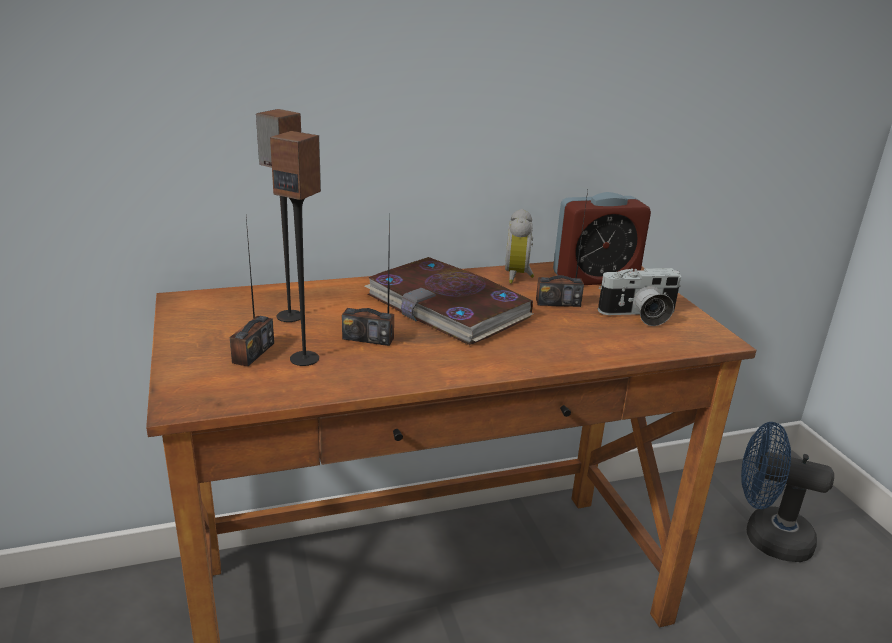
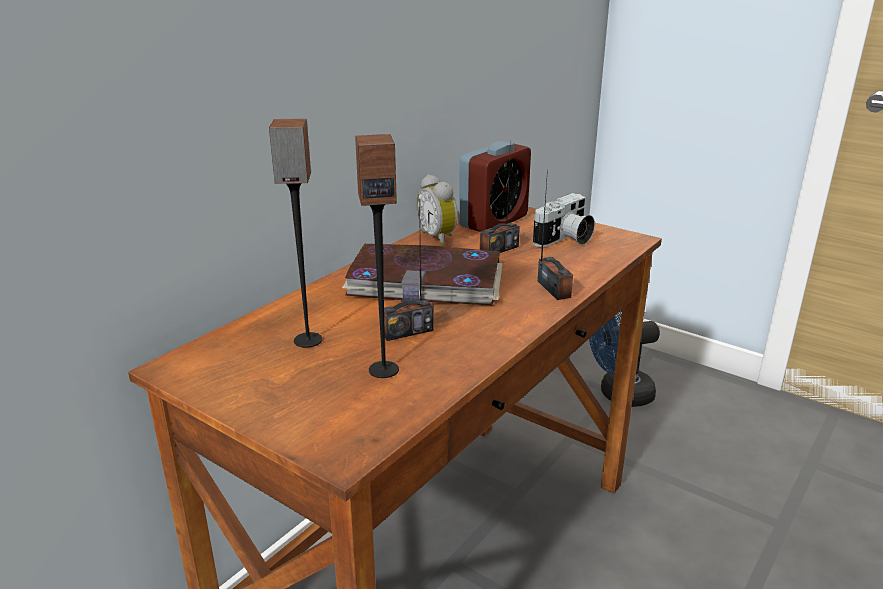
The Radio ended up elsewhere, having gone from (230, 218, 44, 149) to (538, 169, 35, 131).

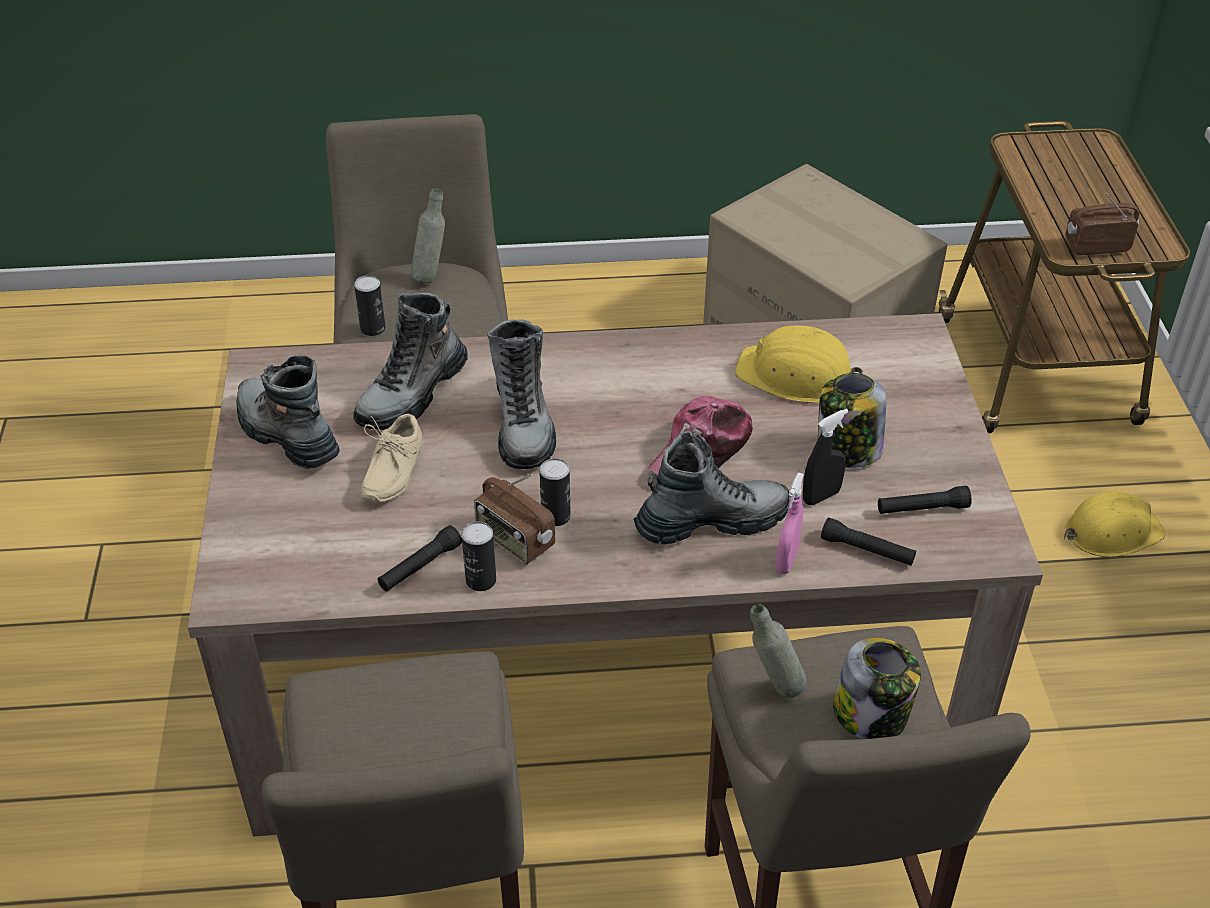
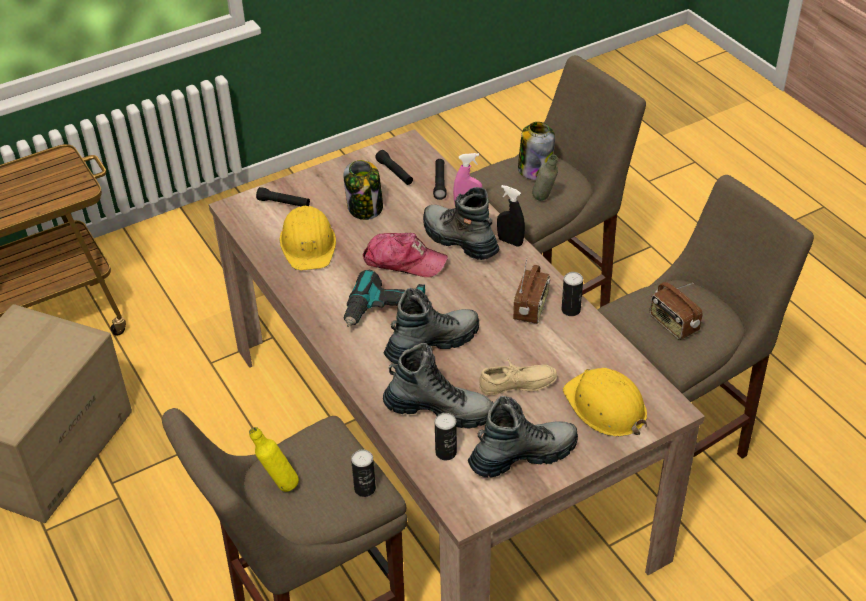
The second view gained the Bohrmaschine at (344, 270, 81, 57).
The Taschenlampe/schwarz ended up elsewhere, having gone from (378, 525, 84, 67) to (256, 187, 54, 20).
The Dose ended up elsewhere, having gone from (539, 458, 32, 68) to (435, 413, 22, 47).
The Sprühflasche/schwarz ended up elsewhere, having gone from (803, 409, 45, 96) to (497, 185, 28, 61).
The Schutzhelm/gelb ended up elsewhere, having gone from (1064, 492, 101, 65) to (563, 368, 84, 68).
The Radio ended up elsewhere, having gone from (1065, 193, 74, 62) to (650, 282, 53, 58).
What was the Flasche/grau at (411, 188, 34, 95) turned into the Flasche/gelb at (249, 427, 50, 65).
The Stiefel at (237, 355, 103, 114) ended up facing another way, 135 degrees counterclockwise from before.

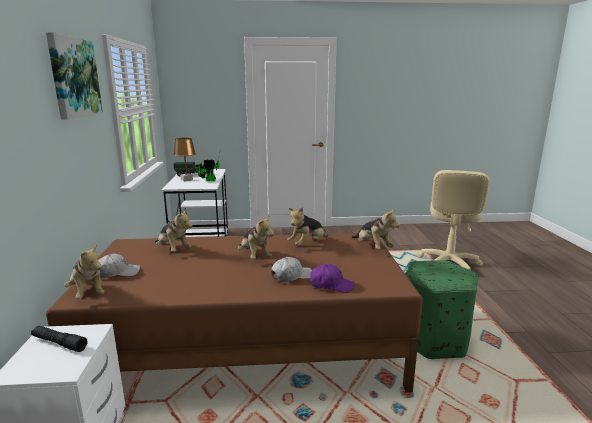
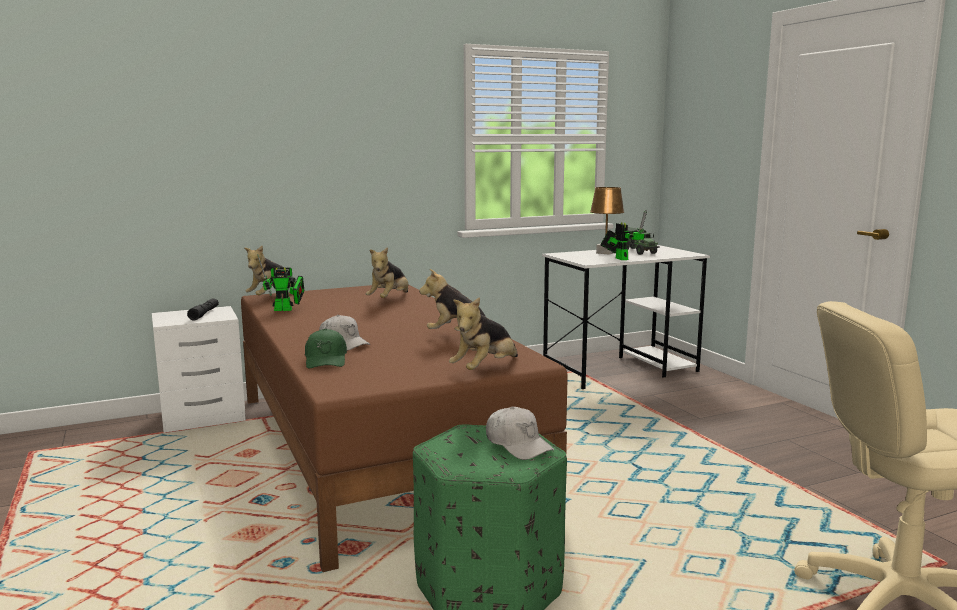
The second view lost the Bild at (46, 32, 57, 87).
The second view lost the Plüschtier at (238, 215, 36, 44).
The second view gained the Spielzeugroboter at (257, 254, 47, 57).
The Kappe/weiß ended up elsewhere, having gone from (98, 254, 42, 24) to (486, 407, 68, 53).
What was the Kappe/lila at (310, 264, 45, 29) turned into the Kappe/grün at (305, 328, 42, 41).

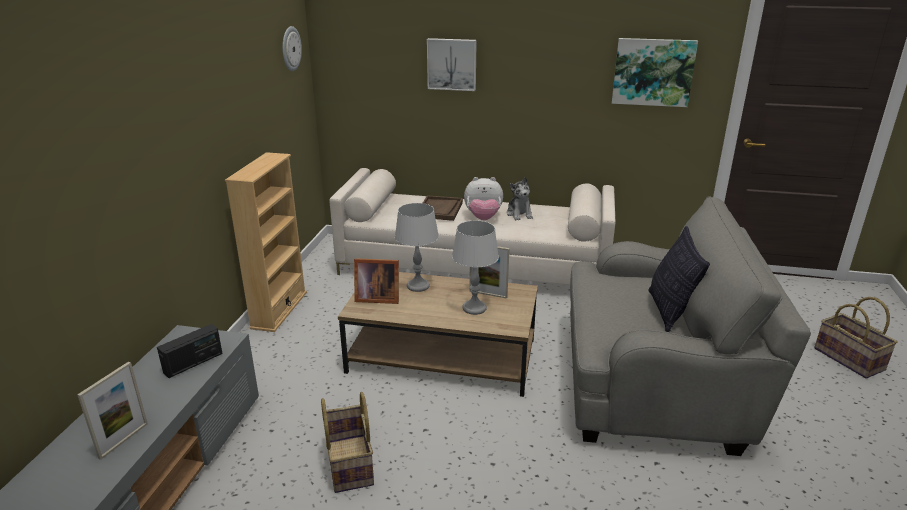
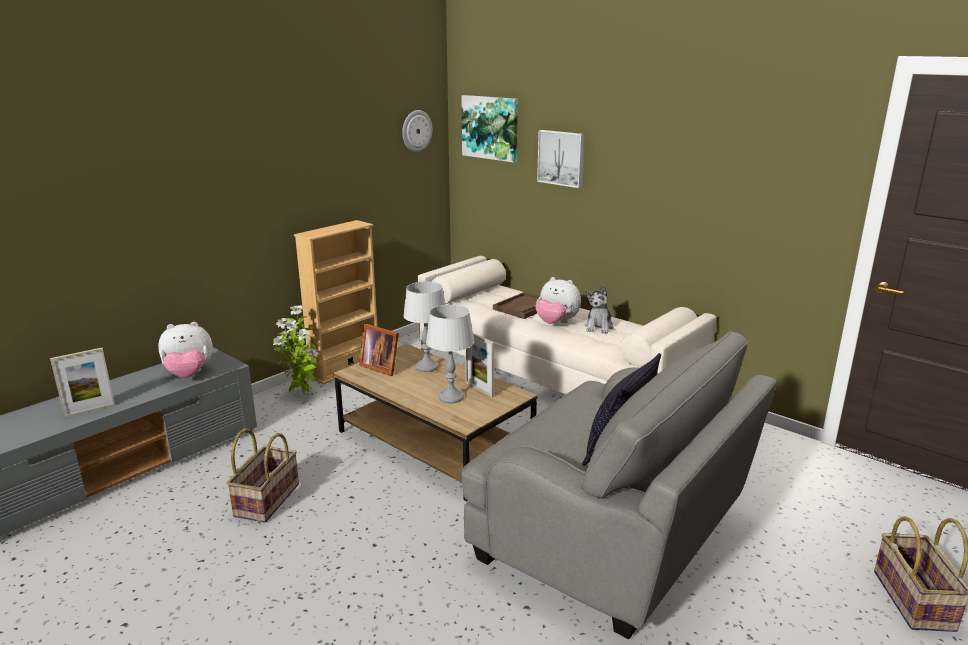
The second view gained the Topfpflanze at (273, 305, 46, 89).
The Bild ended up elsewhere, having gone from (612, 38, 86, 69) to (462, 95, 56, 67).
Where the Radio stood at (157, 324, 66, 54), the Plüschtier came to stand at (158, 322, 55, 56).

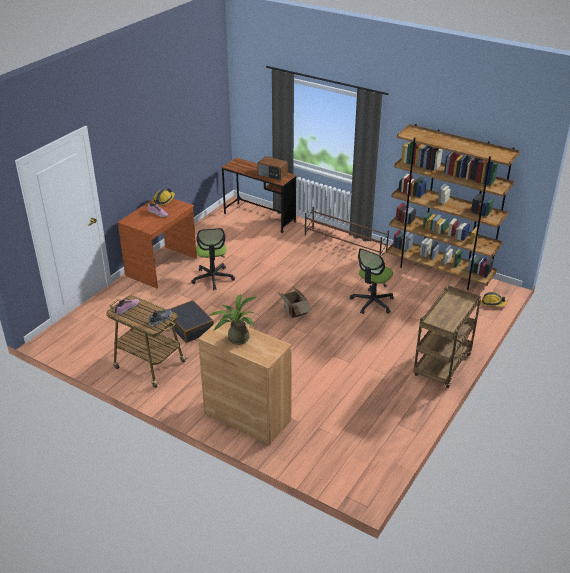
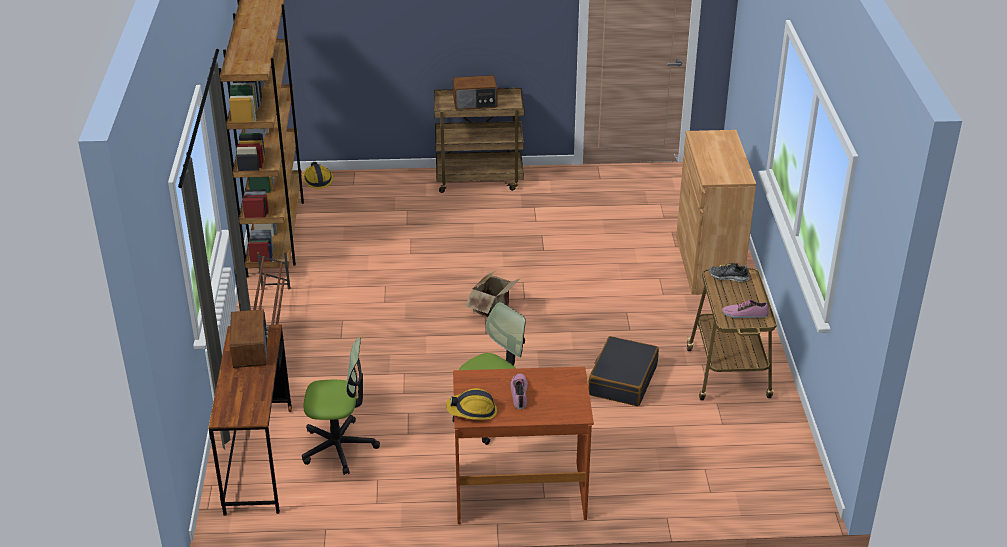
The second view lost the Topfpflanze at (207, 294, 50, 51).
The second view gained the Radio at (453, 75, 44, 35).
The Bürostuhl ended up elsewhere, having gone from (350, 248, 44, 66) to (302, 337, 78, 138).

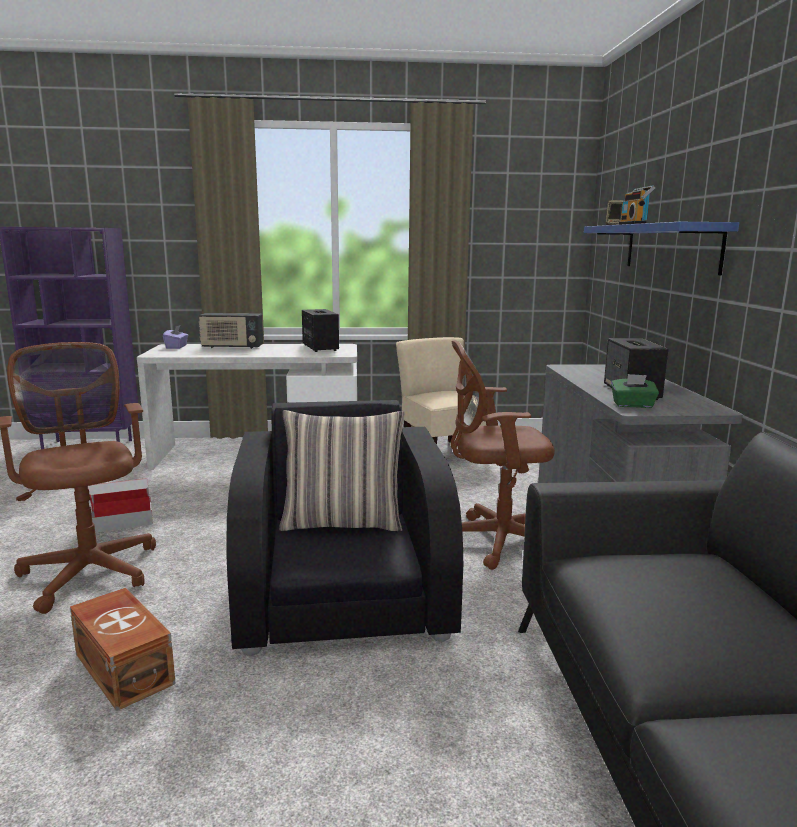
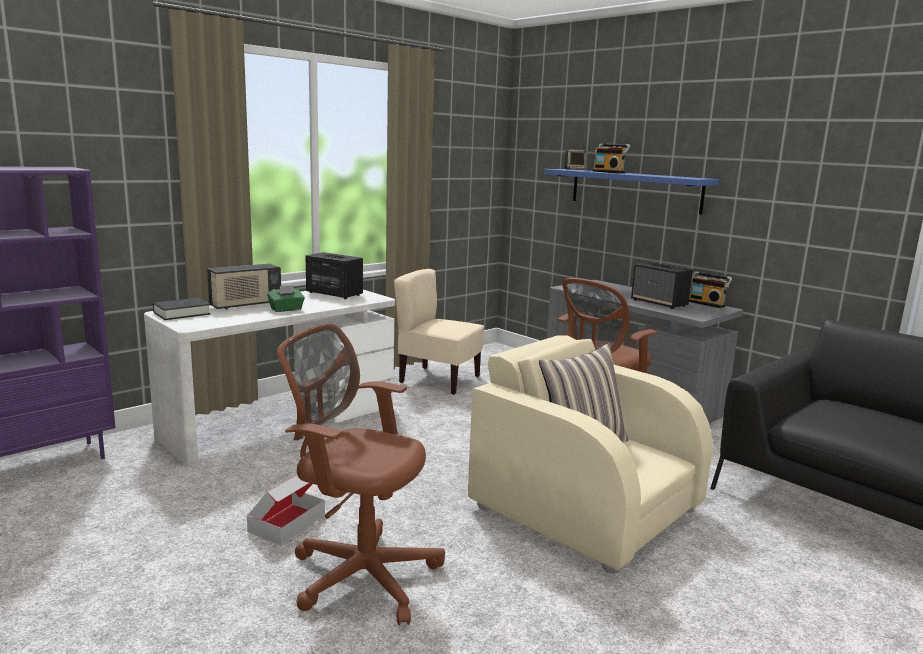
The second view lost the Aufbewahrungsbox/braun at (70, 588, 106, 123).
The second view gained the Radio at (689, 271, 43, 37).
The Taschentuchbox/grün ended up elsewhere, having gone from (611, 374, 48, 34) to (267, 285, 38, 27).
Where the Taschentuchbox/lila stood at (163, 325, 25, 24), the Buch/schwarz came to stand at (153, 298, 57, 22).
What was the Sessel/schwarz at (227, 400, 236, 256) turned into the Sessel/beige at (468, 335, 245, 238).

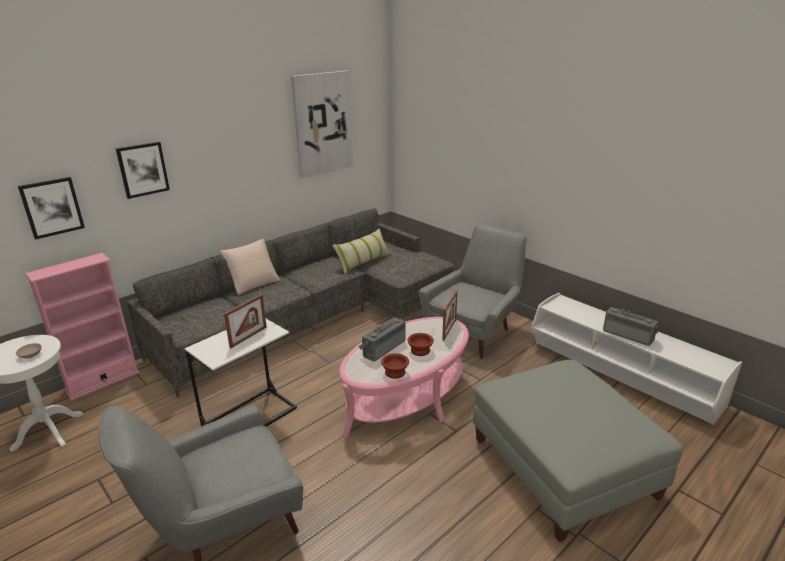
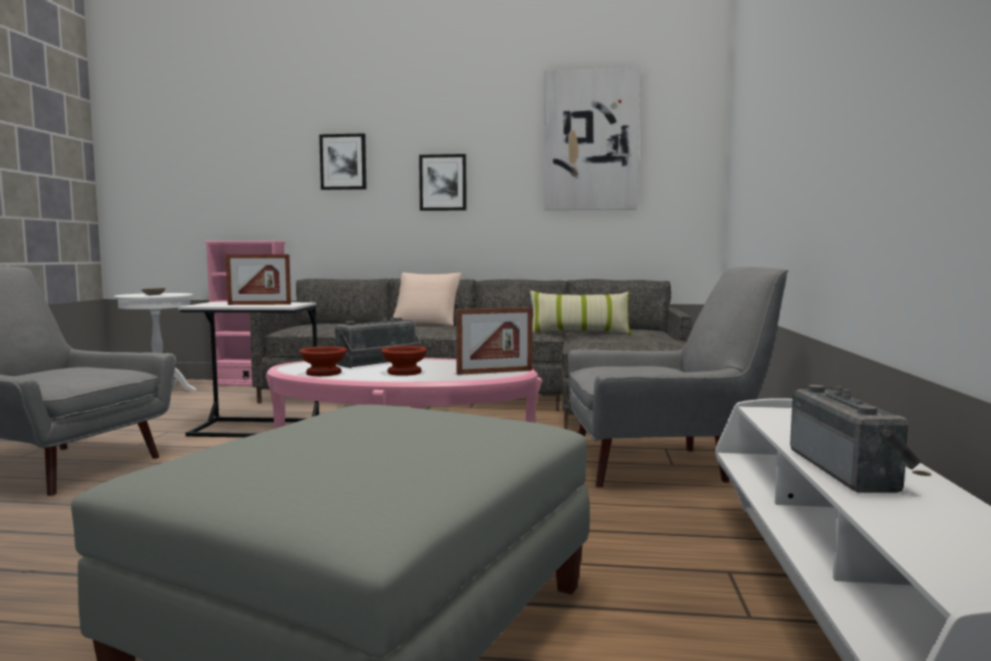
The Bild ended up elsewhere, having gone from (18, 177, 67, 63) to (419, 154, 48, 57).
The Radio at (359, 317, 47, 44) ended up facing another way, 135 degrees clockwise from before.

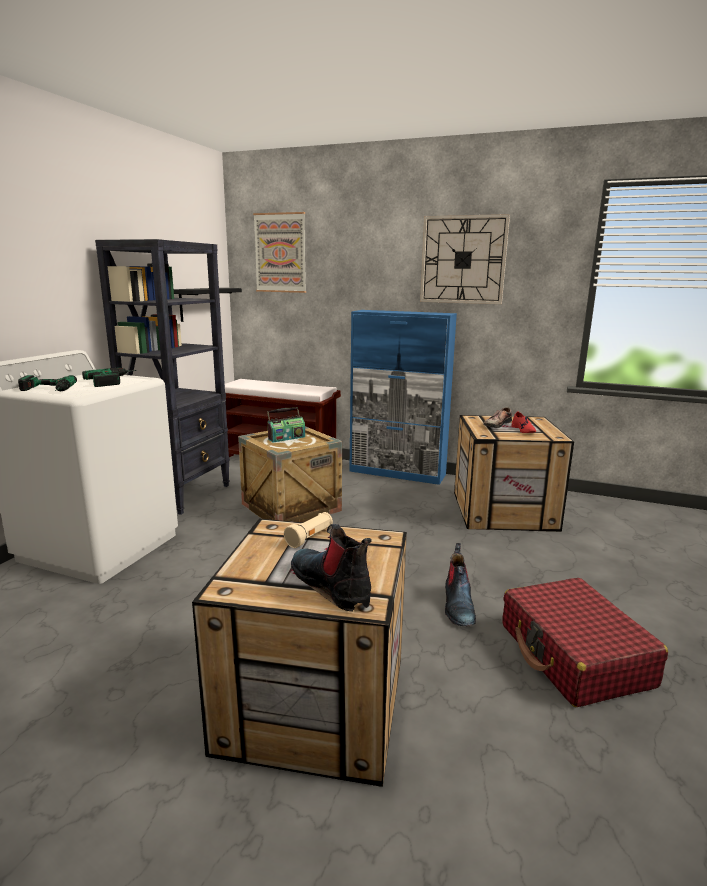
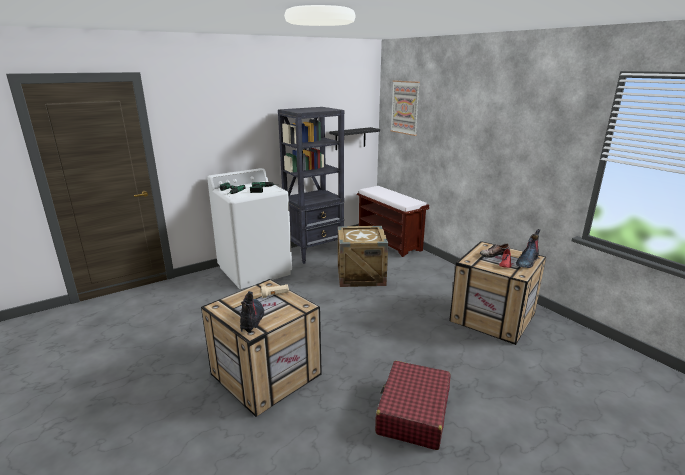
The second view lost the Radio at (267, 407, 38, 35).
The second view lost the Schrank/blau at (350, 310, 107, 175).
The second view lost the Wanduhr at (420, 214, 90, 90).
The Stiefel ended up elsewhere, having gone from (445, 543, 31, 84) to (516, 229, 24, 39).

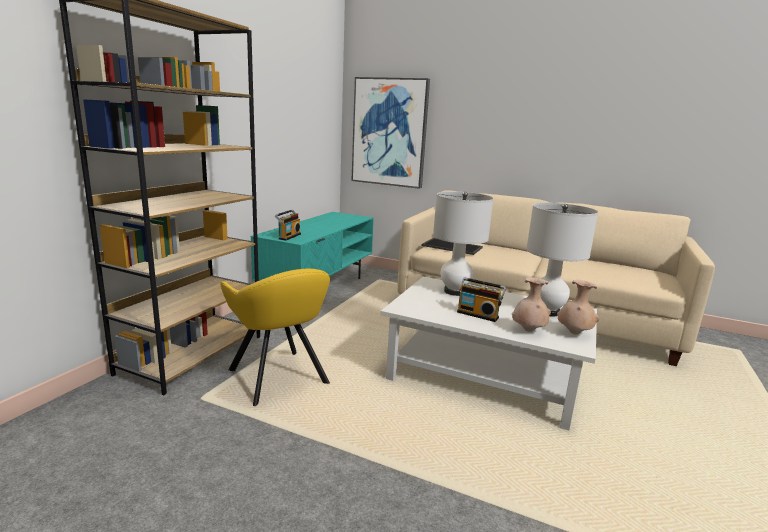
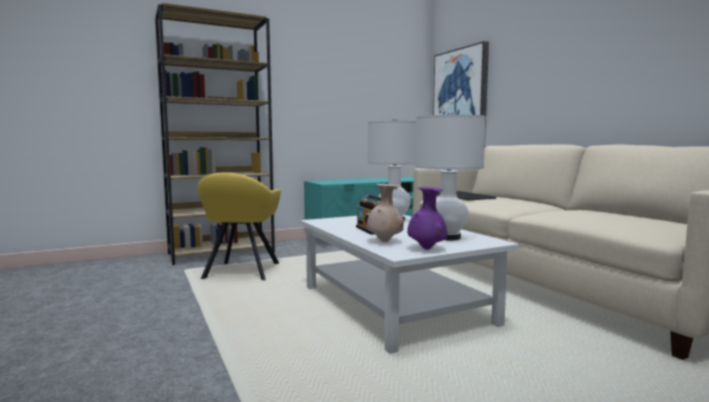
The second view lost the Radio at (275, 209, 26, 32).
What was the Vase/beige at (557, 280, 43, 55) turned into the Vase/lila at (407, 187, 41, 63).

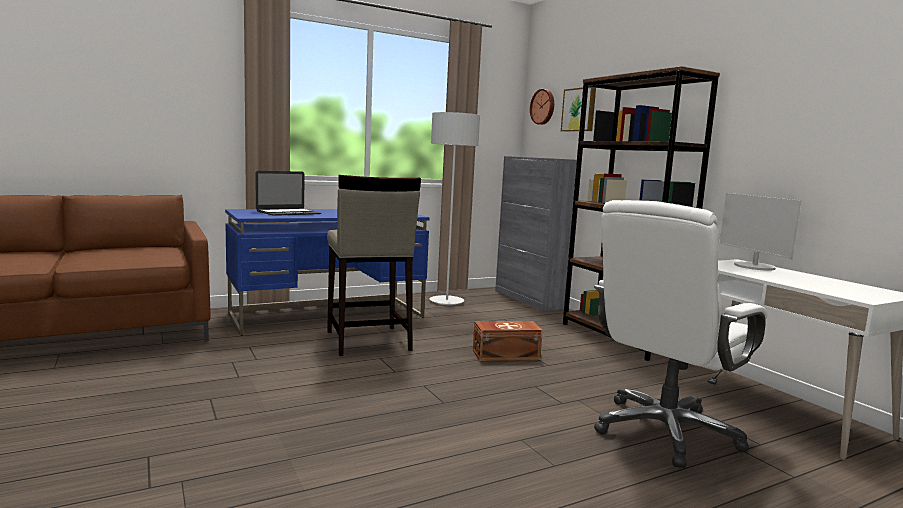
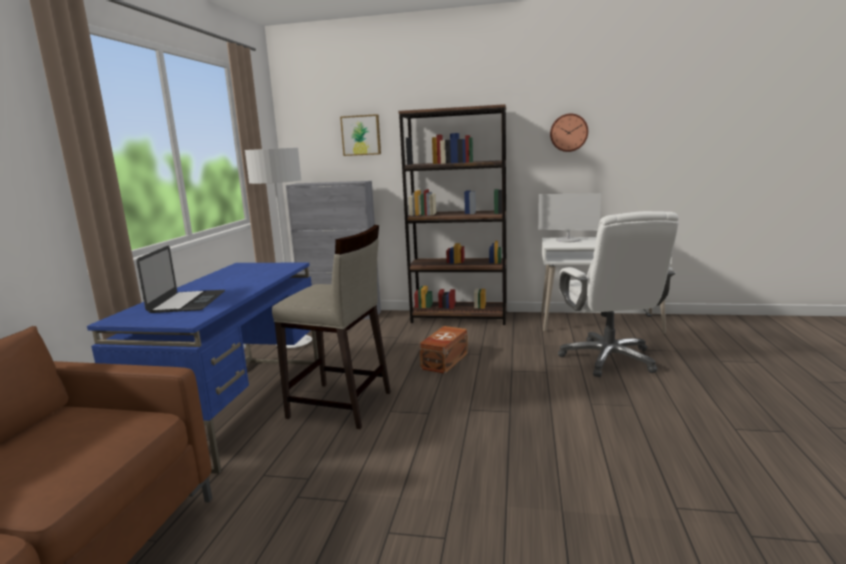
The Wanduhr ended up elsewhere, having gone from (530, 89, 24, 36) to (550, 114, 38, 38).

